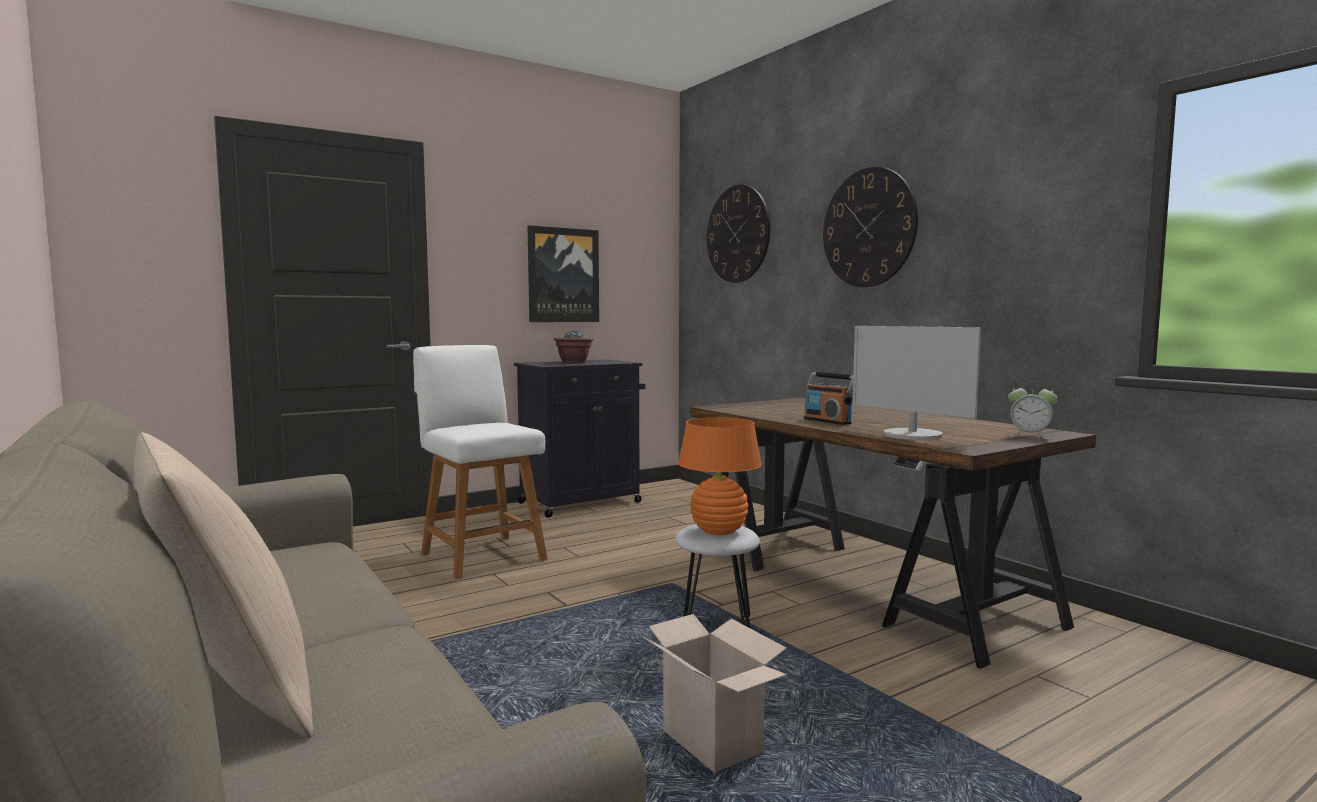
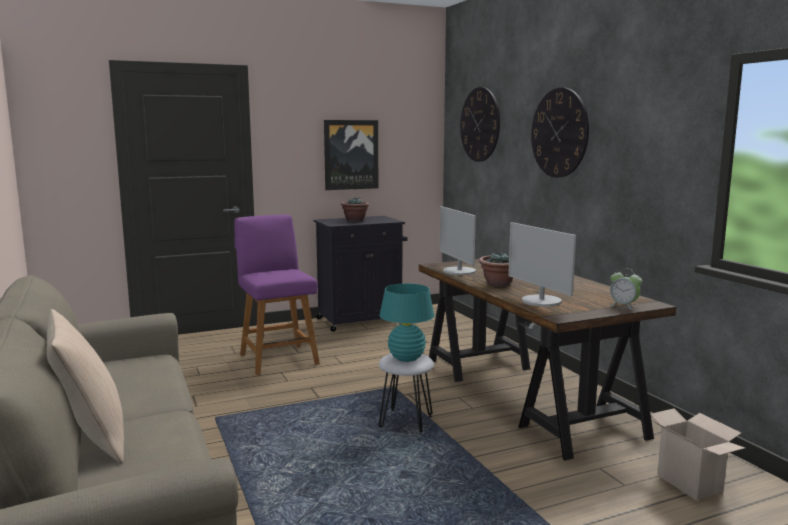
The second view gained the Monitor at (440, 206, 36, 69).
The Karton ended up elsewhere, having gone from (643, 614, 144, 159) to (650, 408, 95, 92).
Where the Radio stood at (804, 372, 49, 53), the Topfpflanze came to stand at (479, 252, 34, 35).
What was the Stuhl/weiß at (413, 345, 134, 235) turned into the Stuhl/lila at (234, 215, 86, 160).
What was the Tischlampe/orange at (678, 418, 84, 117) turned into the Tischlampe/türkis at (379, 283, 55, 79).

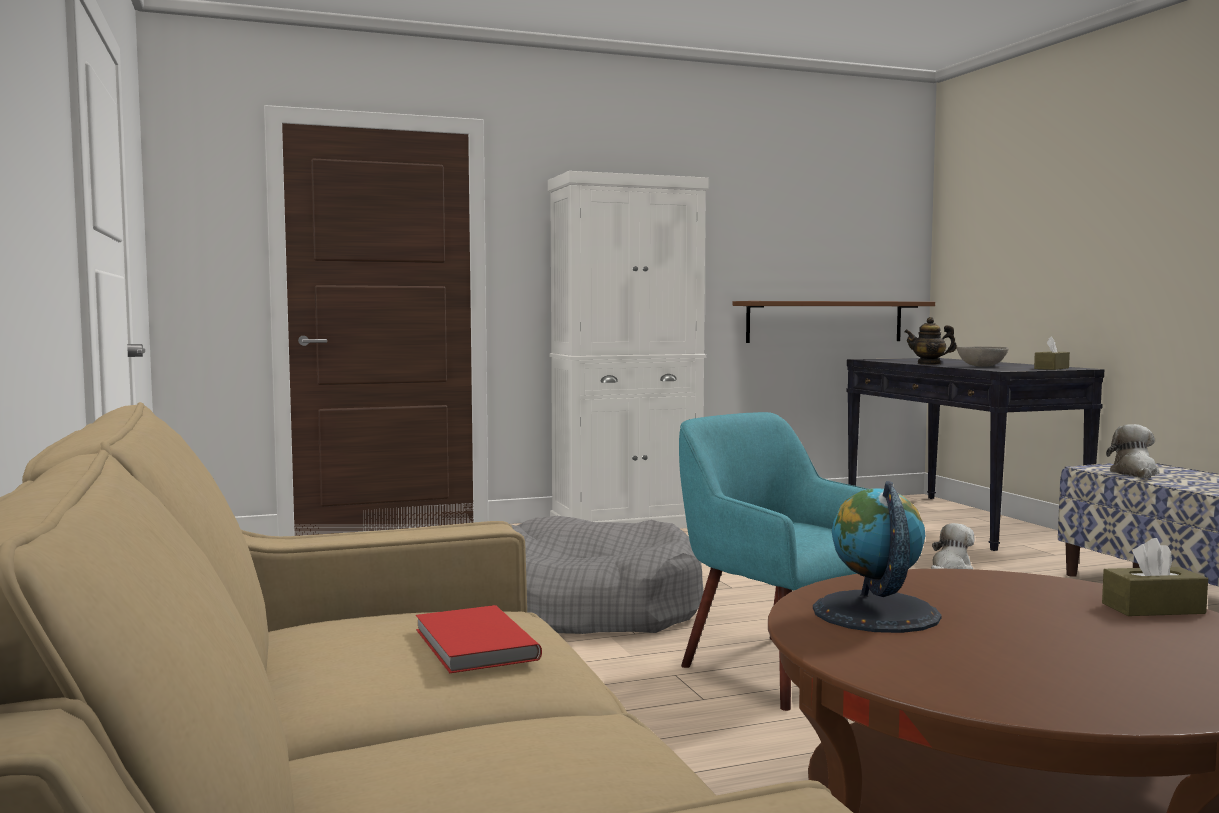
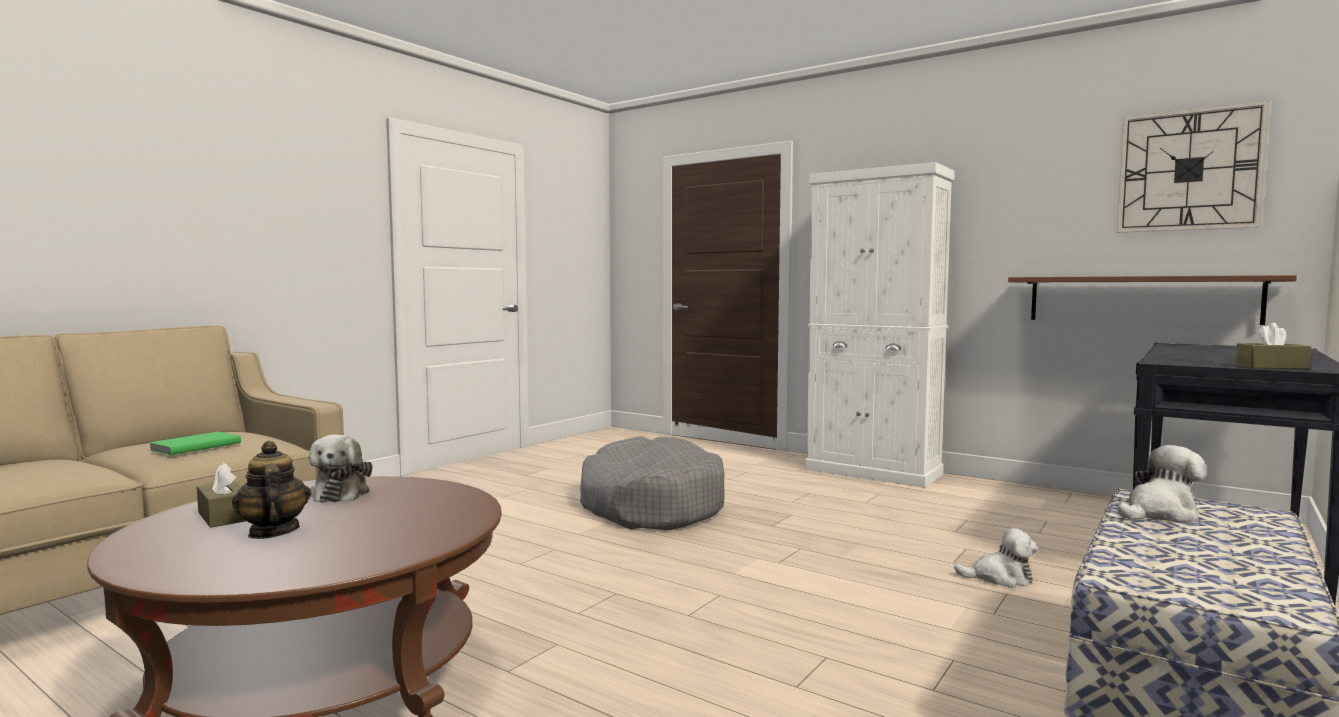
The second view lost the Sessel/türkis at (679, 412, 188, 299).
The second view lost the Schüssel/grau at (957, 346, 52, 21).
The second view gained the Wanduhr at (1117, 100, 152, 133).
The Teekanne ended up elsewhere, having gone from (904, 317, 53, 48) to (232, 441, 79, 98).
The Taschentuchbox/braun ended up elsewhere, having gone from (1102, 538, 106, 78) to (197, 463, 49, 65).
Where the Globus stood at (813, 481, 129, 152), the Plüschtier came to stand at (309, 435, 63, 68).
What was the Buch/rot at (416, 605, 126, 68) turned into the Buch/grün at (148, 432, 93, 23).

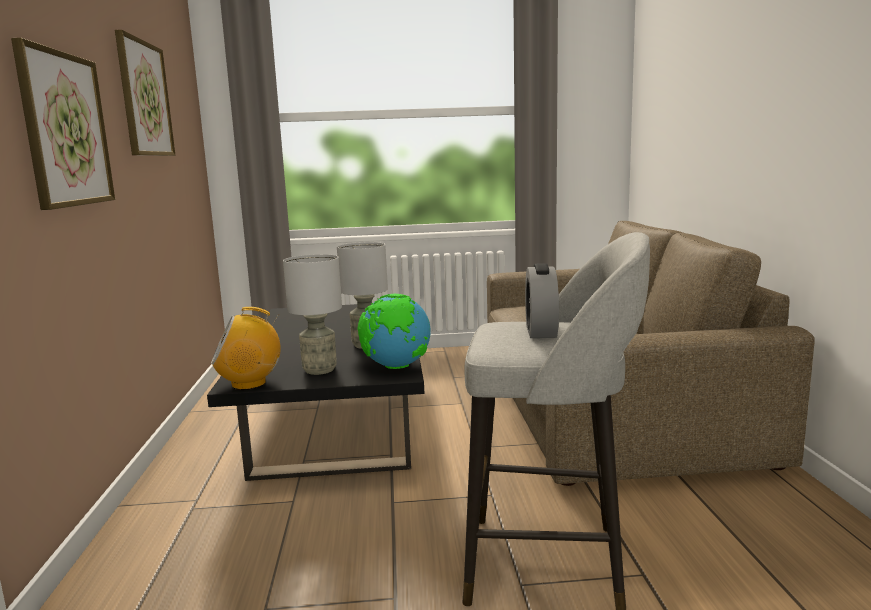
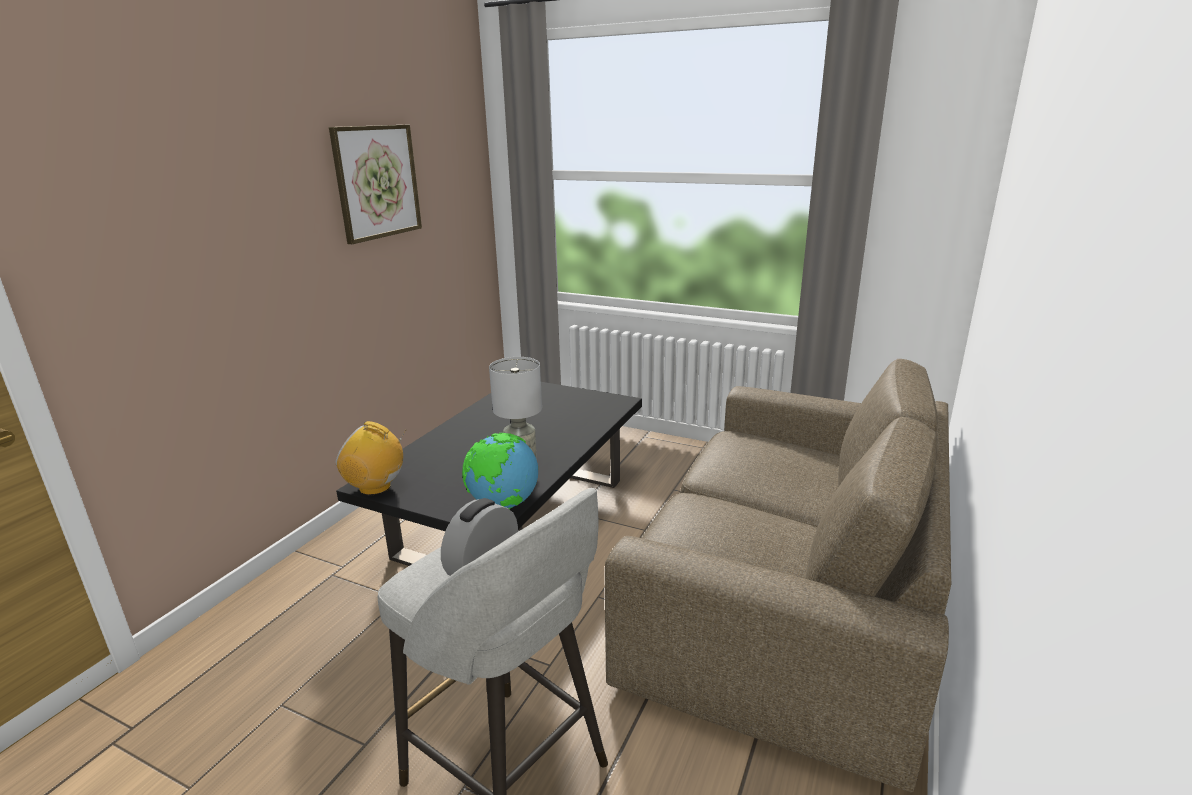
The second view lost the Bild at (11, 38, 104, 172).
The second view lost the Tischlampe/grau at (283, 254, 59, 121).

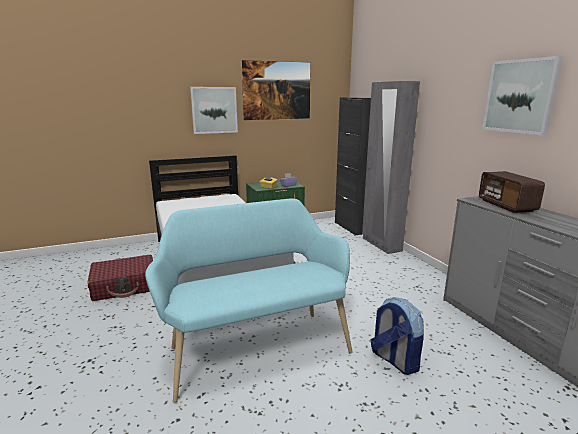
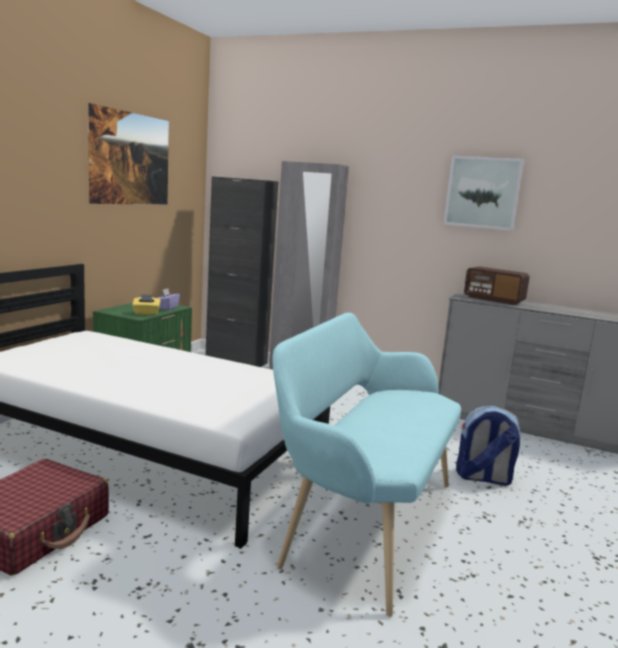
The second view lost the Bild at (190, 87, 48, 47).

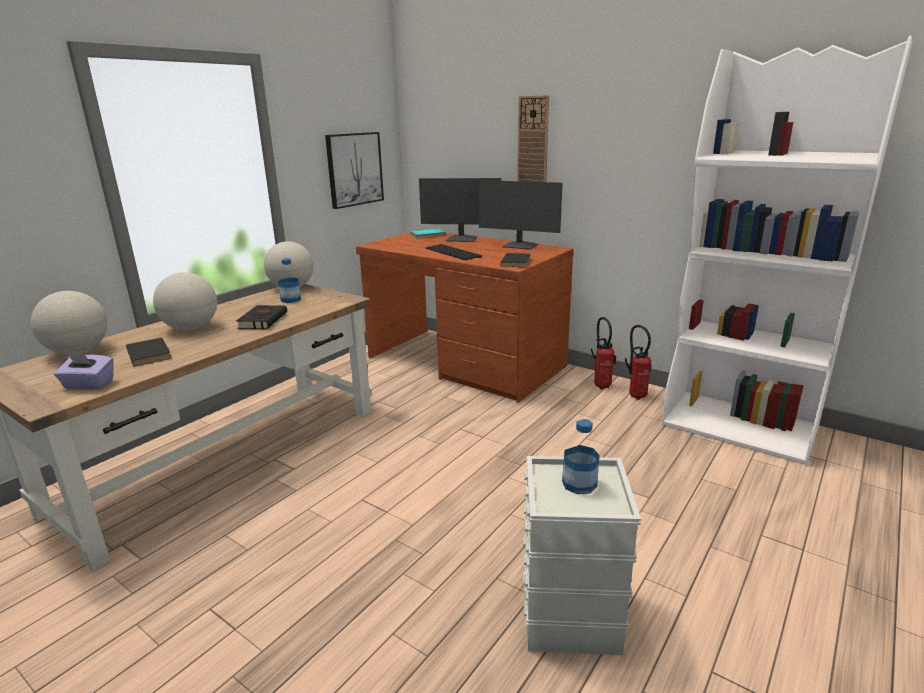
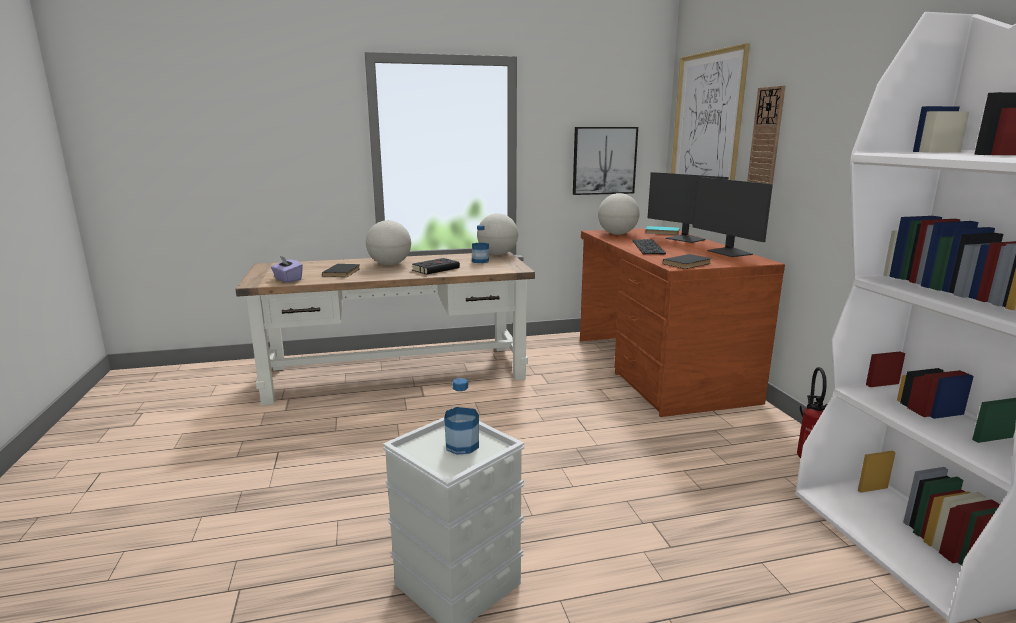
The second view lost the Feuerlöscher at (591, 317, 25, 72).
The second view gained the Bild at (671, 43, 79, 137).
The Globus ended up elsewhere, having gone from (31, 291, 77, 63) to (598, 193, 42, 42).

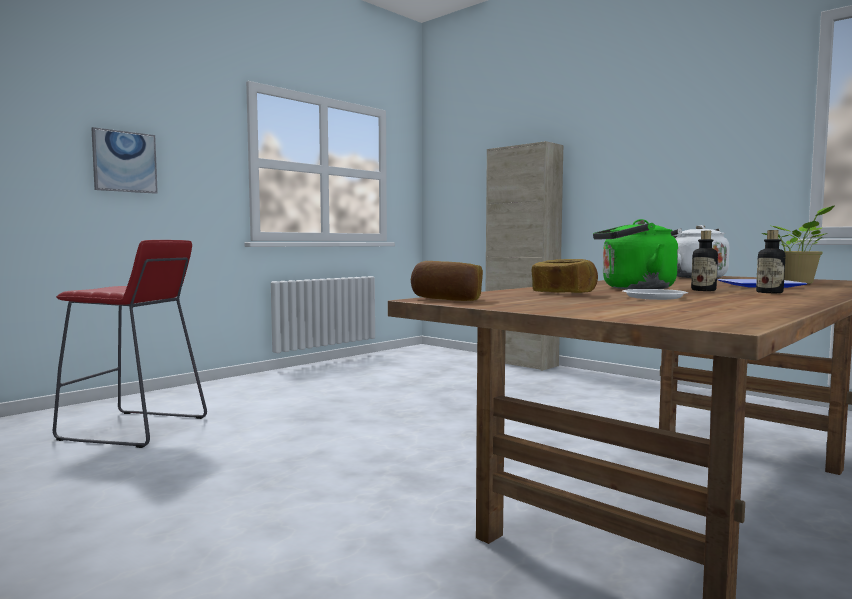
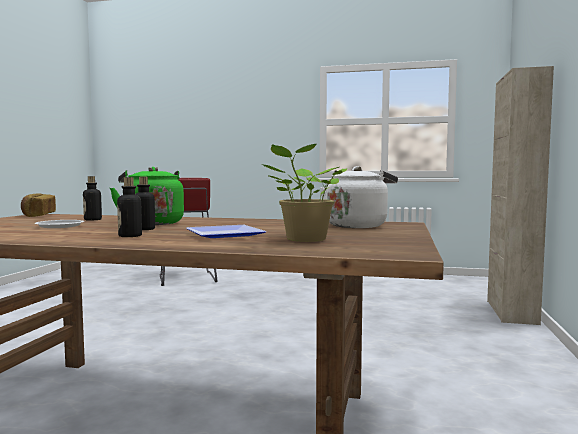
The second view lost the Bild at (91, 127, 67, 67).
Where the Brot stood at (532, 259, 66, 34), the Flasche came to stand at (83, 176, 19, 45).

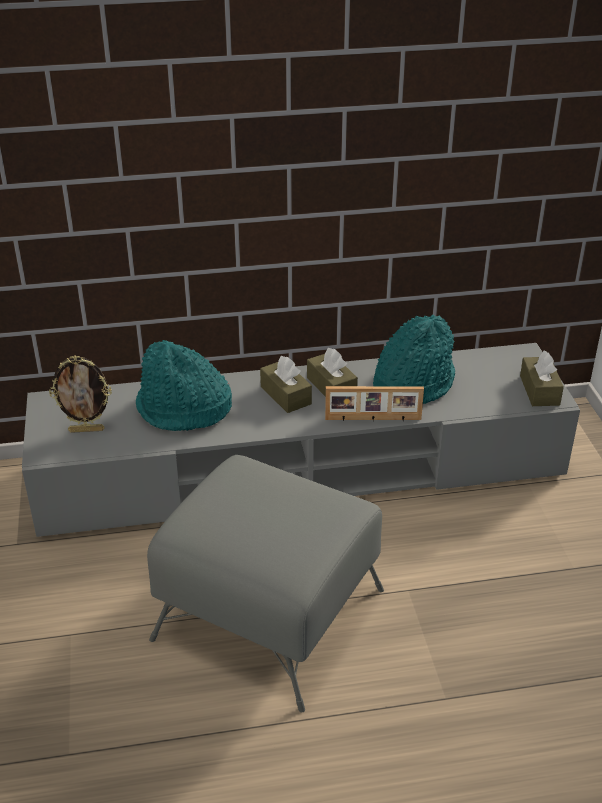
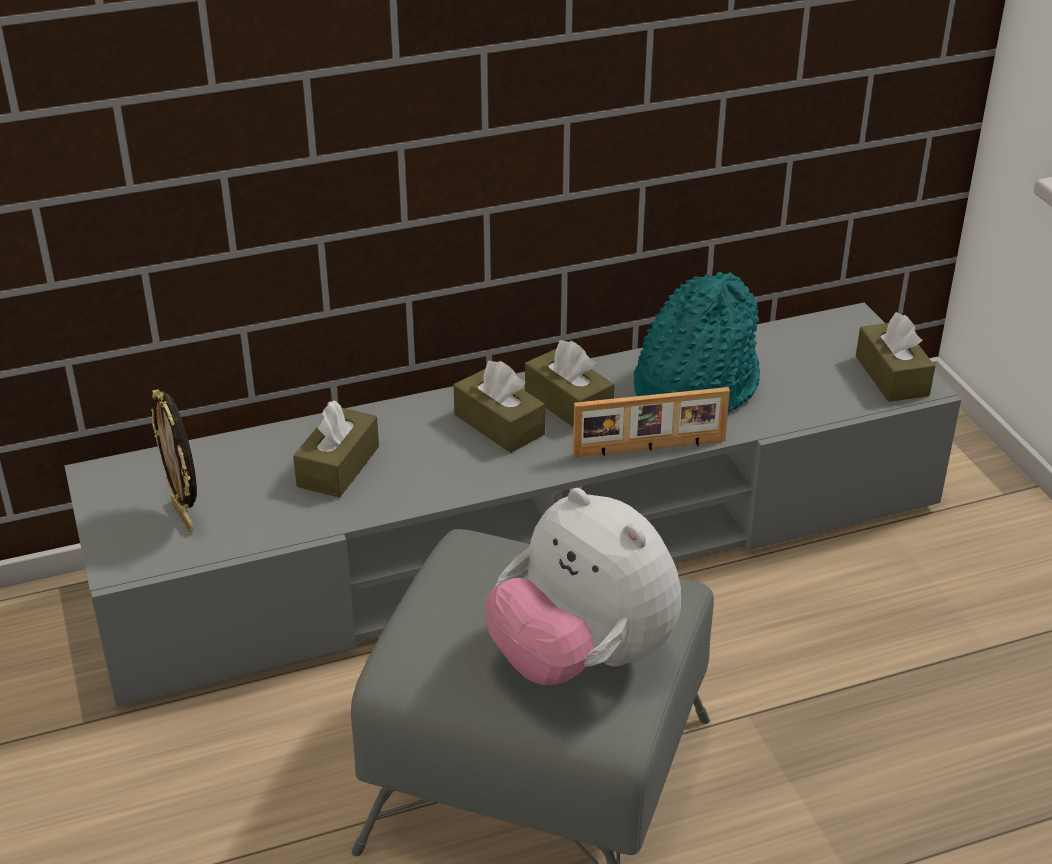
The second view gained the Plüschtier at (485, 488, 196, 197).
Where the Hut/türkis stood at (136, 340, 96, 91), the Taschentuchbox/braun came to stand at (293, 400, 86, 98).
The Bilderrahmen at (49, 356, 63, 77) ended up facing another way, 75 degrees clockwise from before.

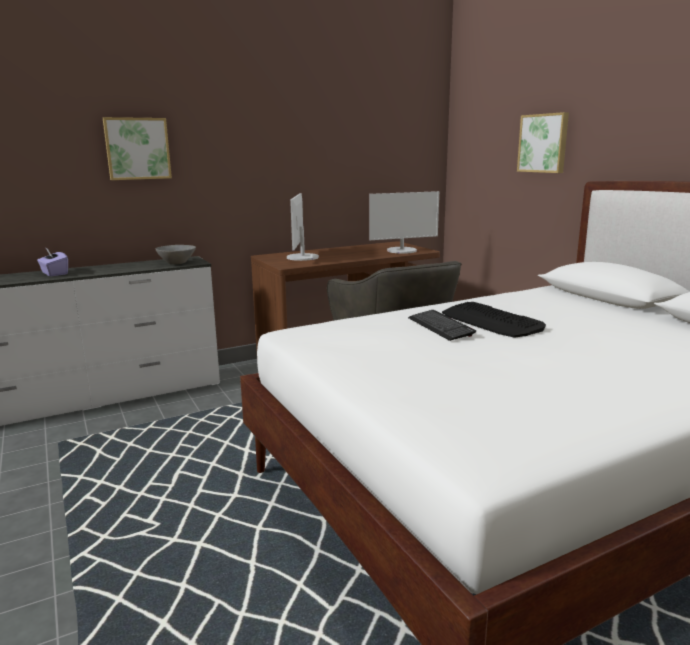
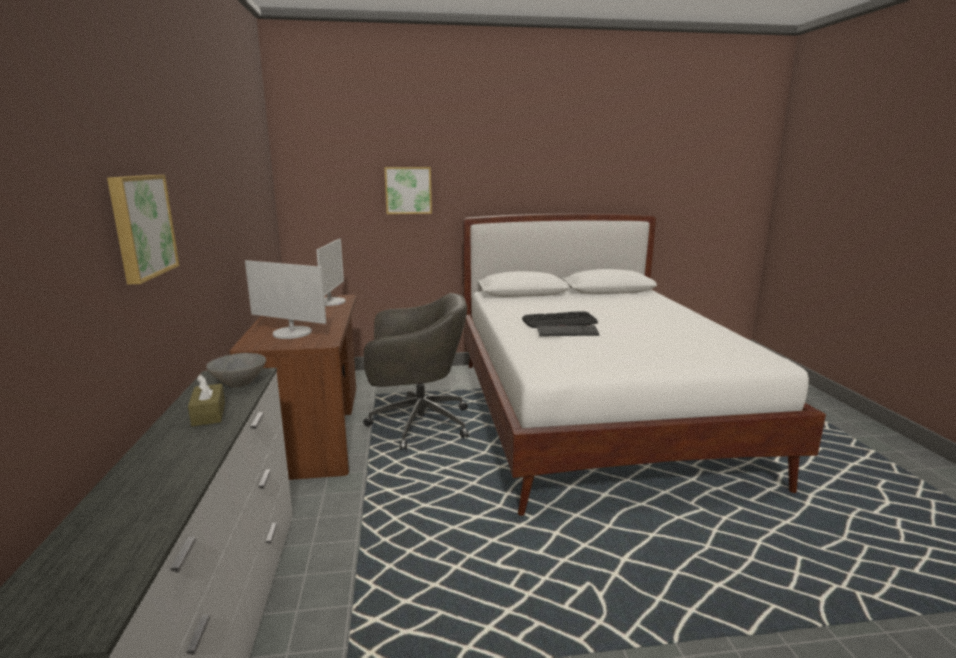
The second view lost the Taschentuchbox/lila at (37, 248, 31, 28).
The second view gained the Taschentuchbox/braun at (188, 374, 37, 52).

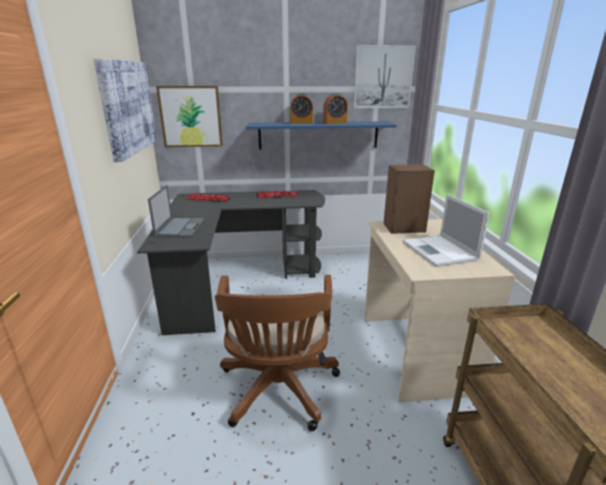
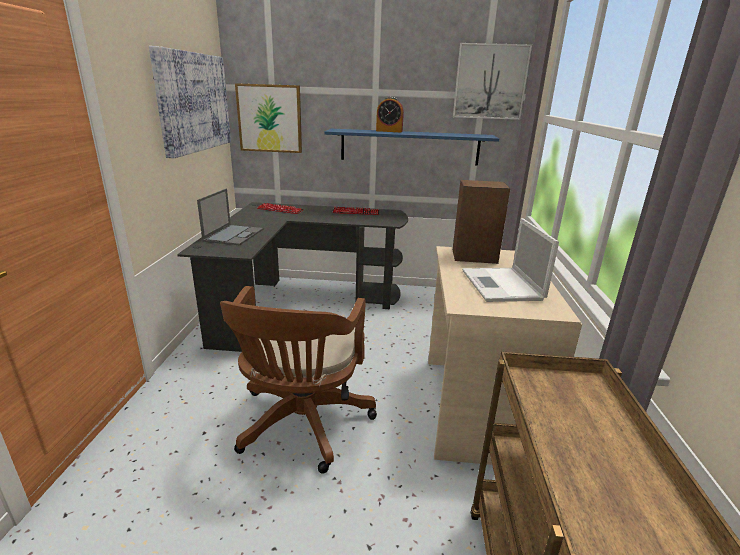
The second view lost the Wecker at (323, 93, 25, 31).

